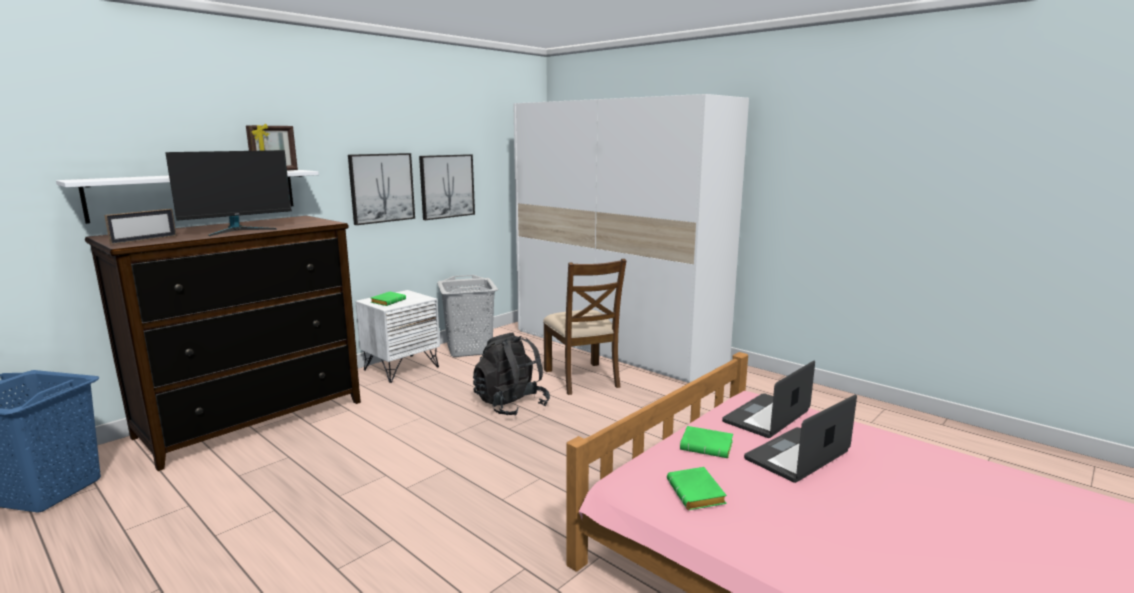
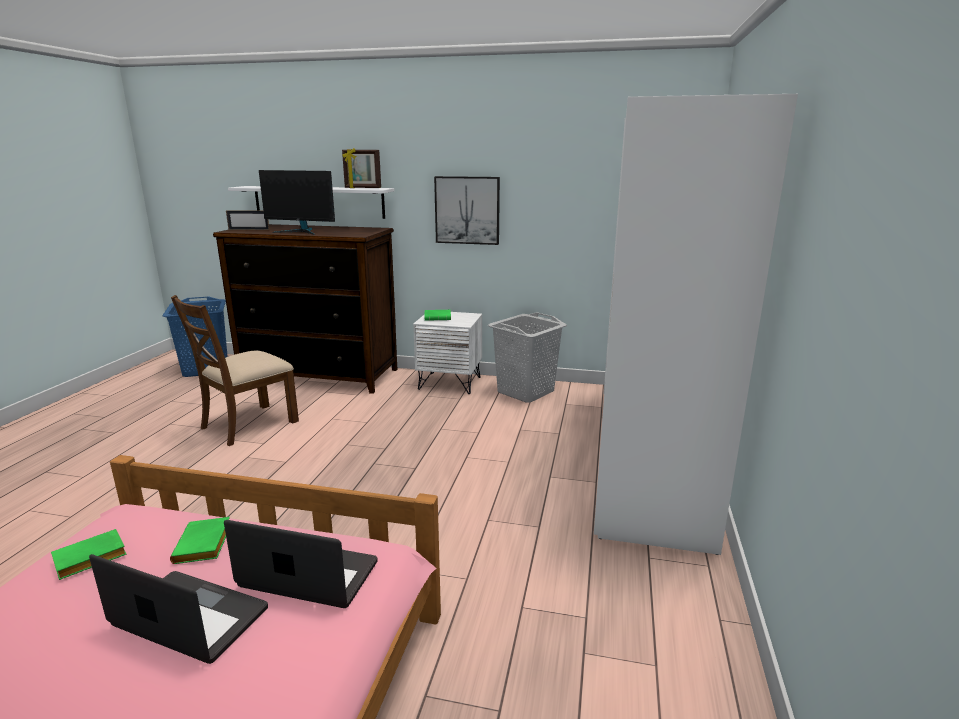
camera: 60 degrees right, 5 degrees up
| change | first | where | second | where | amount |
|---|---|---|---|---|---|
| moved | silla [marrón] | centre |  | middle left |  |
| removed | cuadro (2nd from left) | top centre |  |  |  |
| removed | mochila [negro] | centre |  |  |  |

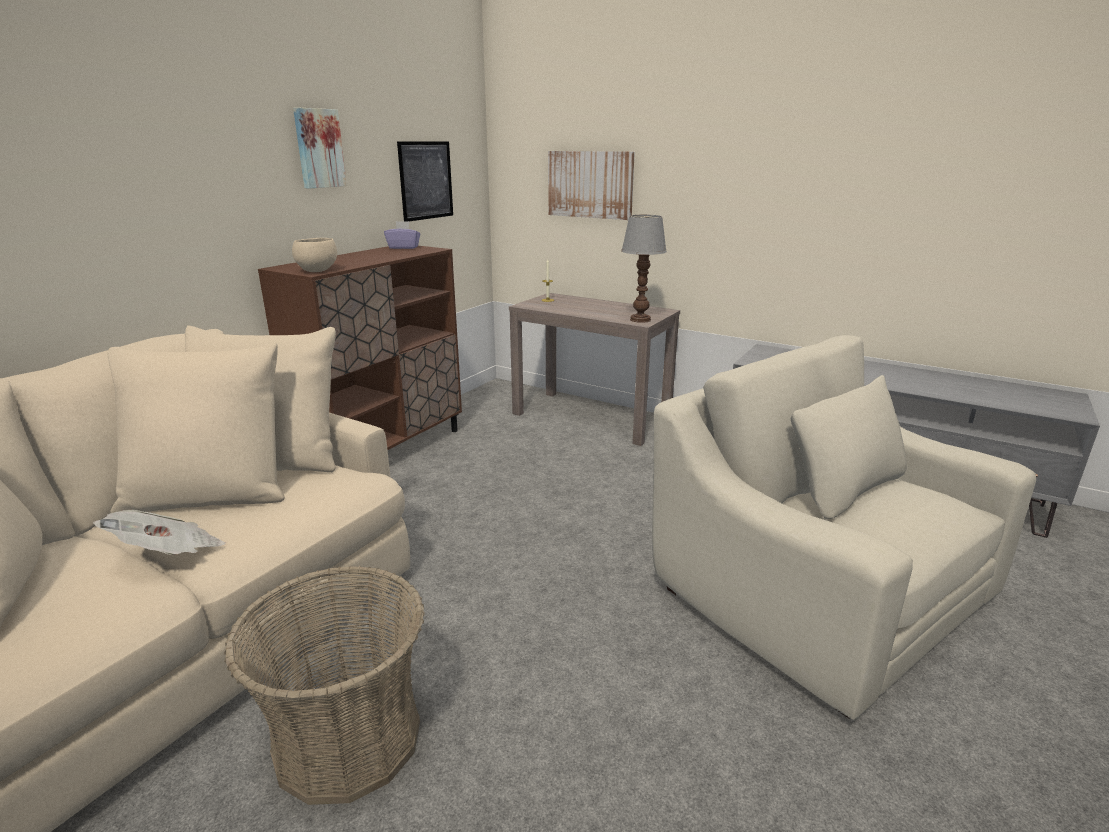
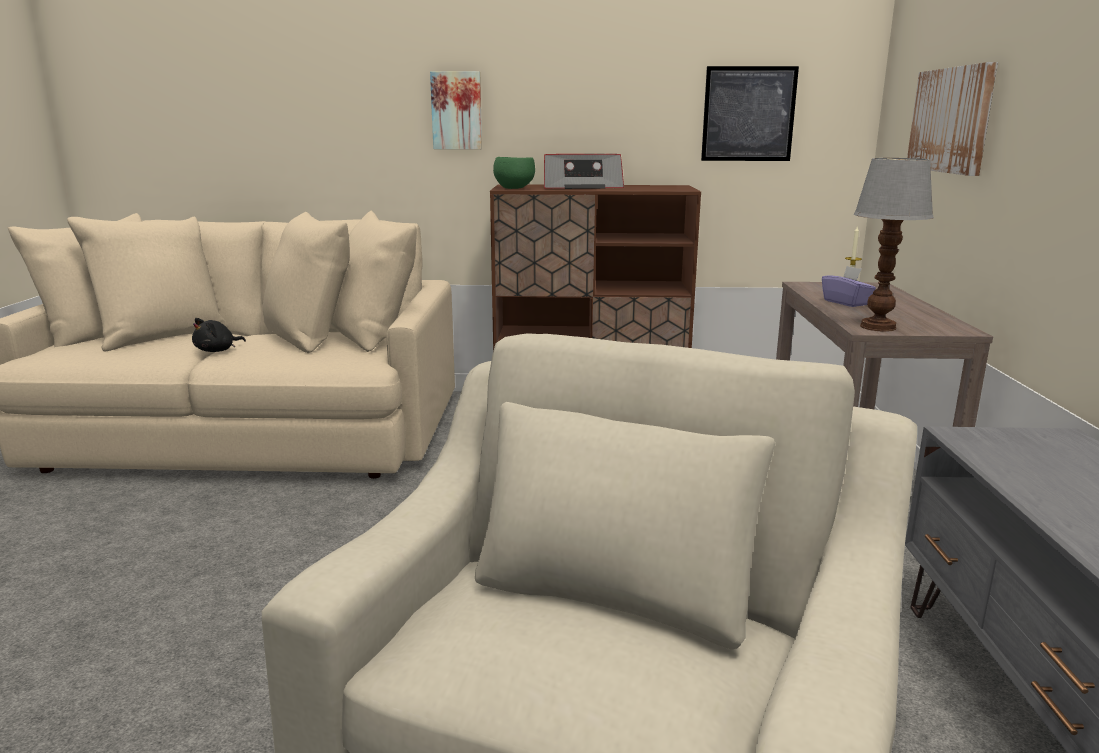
camera: 60 degrees right, 5 degrees down
| change | first | where | second | where | amount |
|---|---|---|---|---|---|
| replaced | periódico | middle left | peluche [negro] | middle left |  |
| moved | cuadro (1st from left) | top left |  | top centre |  |
| recoloured | cuenco [beis] | top left | cuenco [verde] | top centre |  |
| added |  |  | radio | top centre |  |
| moved | caja de pañuelos [morado] | top centre |  | middle right |  |
| removed | cesta | bottom left |  |  |  |

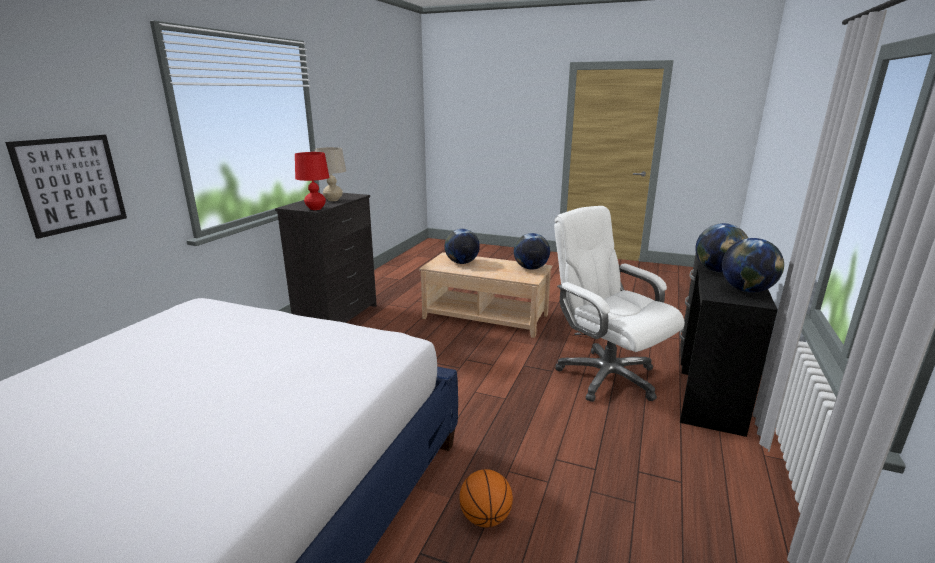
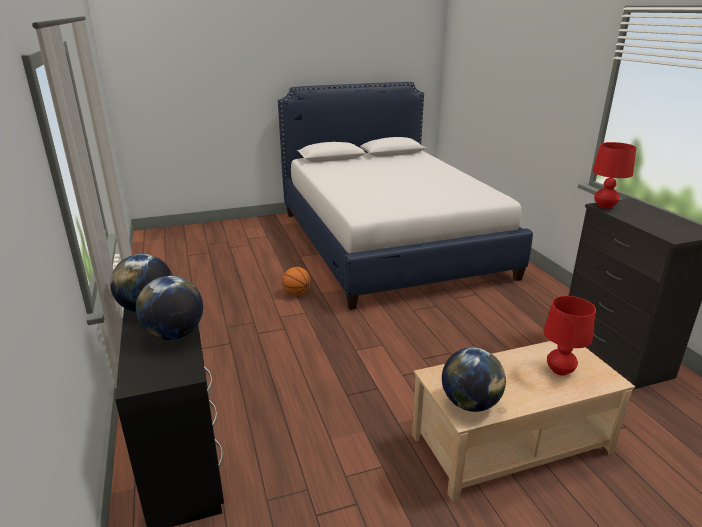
camera: 140 degrees right, 5 degrees up
| change | first | where | second | where | amount |
|---|---|---|---|---|---|
| replaced | globo terráqueo (1st from left) | centre | lámpara de mesa [rojo] (1st from left) | middle right |  |
| removed | cuadro | top left |  |  |  |
| removed | lámpara de mesa [beis] | top centre |  |  |  |
| removed | silla de oficina [blanco] | centre |  |  |  |

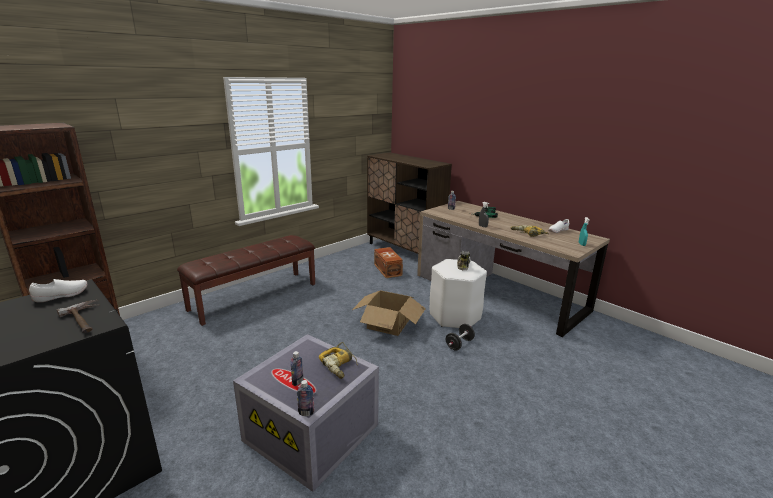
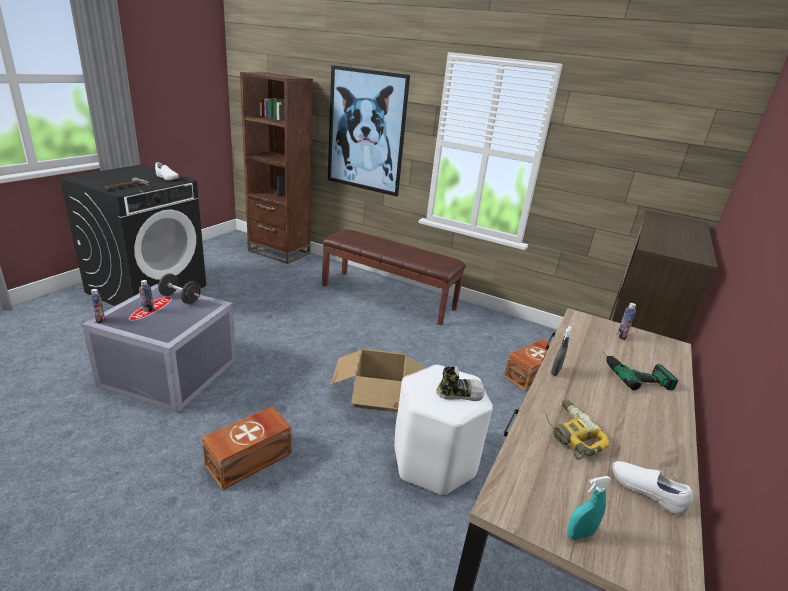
camera: 70 degrees right, 5 degrees up
| change | first | where | second | where | amount |
|---|---|---|---|---|---|
| moved | mancuerna [negro] | bottom centre |  | middle left |  |
| added |  |  | caja de almacenaje [marrón] (1st from left) | bottom left |  |
| added |  |  | cuadro | top centre |  |
| removed | taladro (1st from left) | bottom centre |  |  |  |

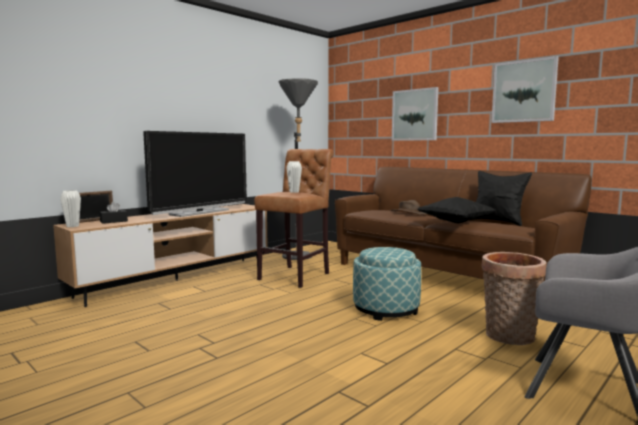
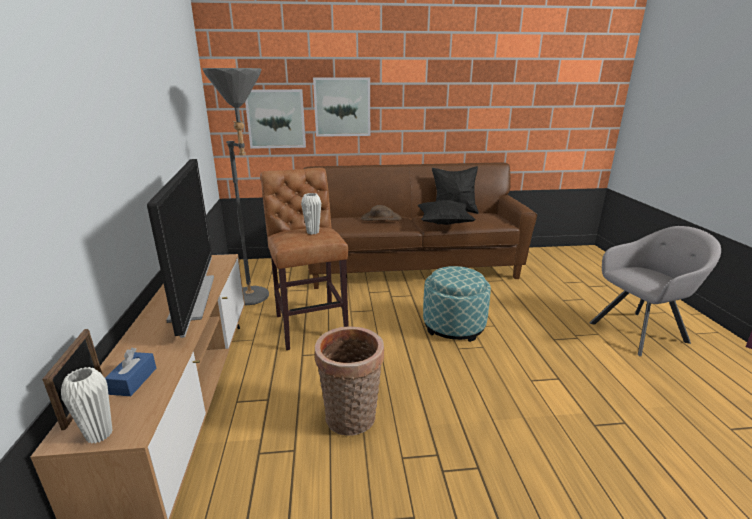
camera: 50 degrees left, 15 degrees up
| change | first | where | second | where | amount |
|---|---|---|---|---|---|
| recoloured | caja de pañuelos [negro] | middle left | caja de pañuelos [azul] | bottom left |  |
| moved | cuadro (2nd from left in the first image) | top right | cuadro (1st from left) | top centre |  |
| moved | cesta | bottom right |  | bottom centre |  |

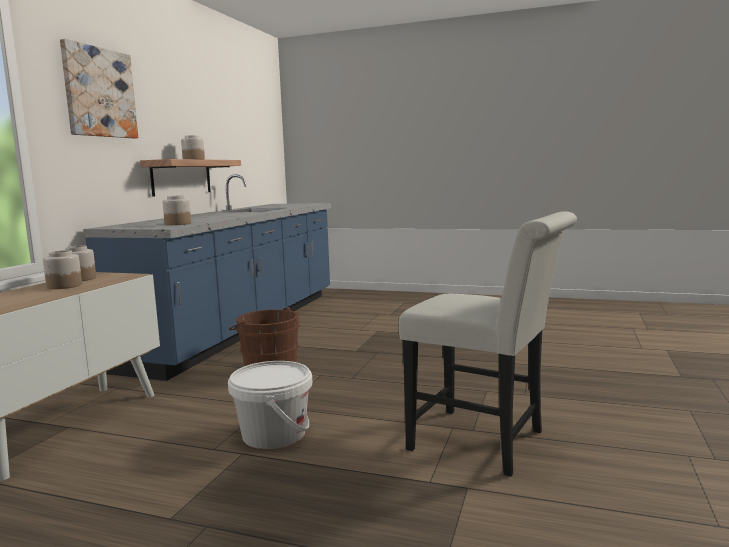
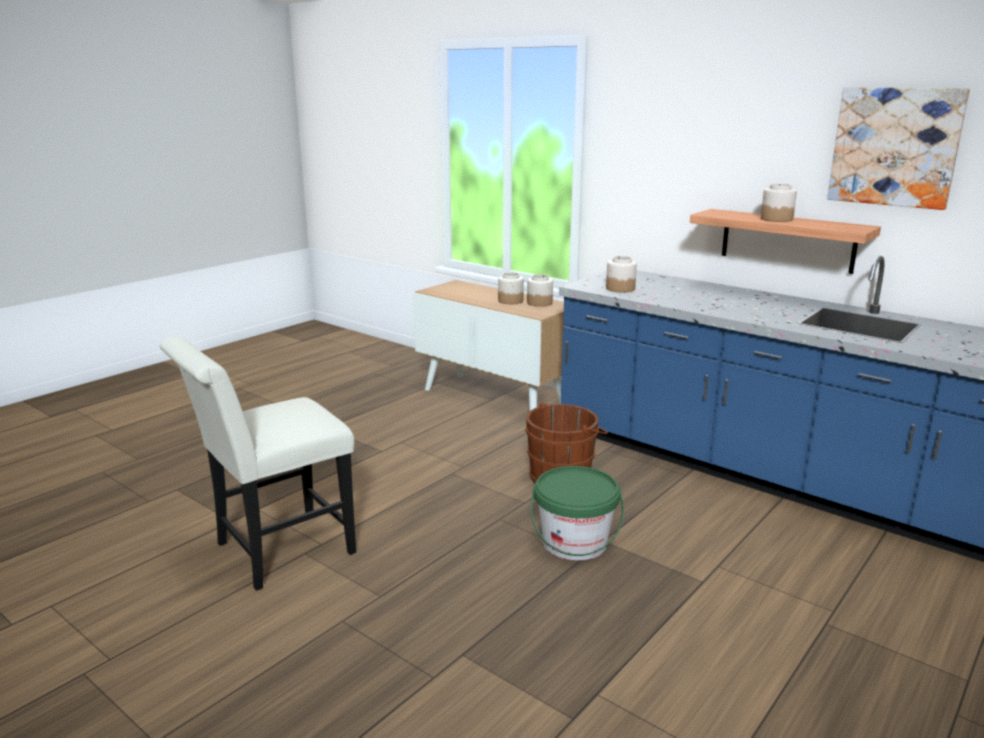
camera: 110 degrees right, 10 degrees up
| change | first | where | second | where | amount |
|---|---|---|---|---|---|
| added |  |  | cubo [verde] | bottom centre |  |
| moved | cuadro | top left |  | top right |  |
| removed | cubo [blanco] | bottom centre |  |  |  |

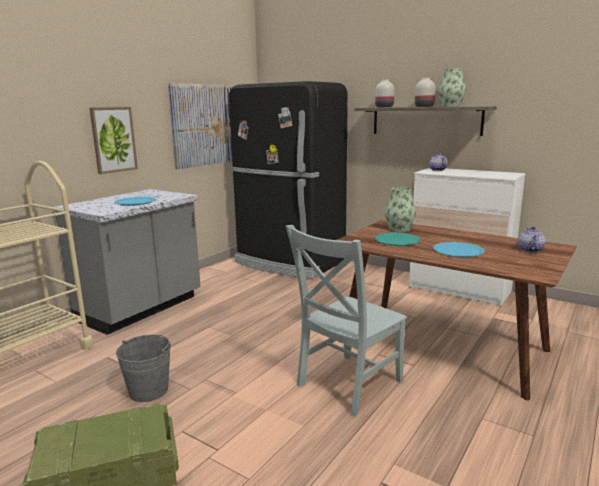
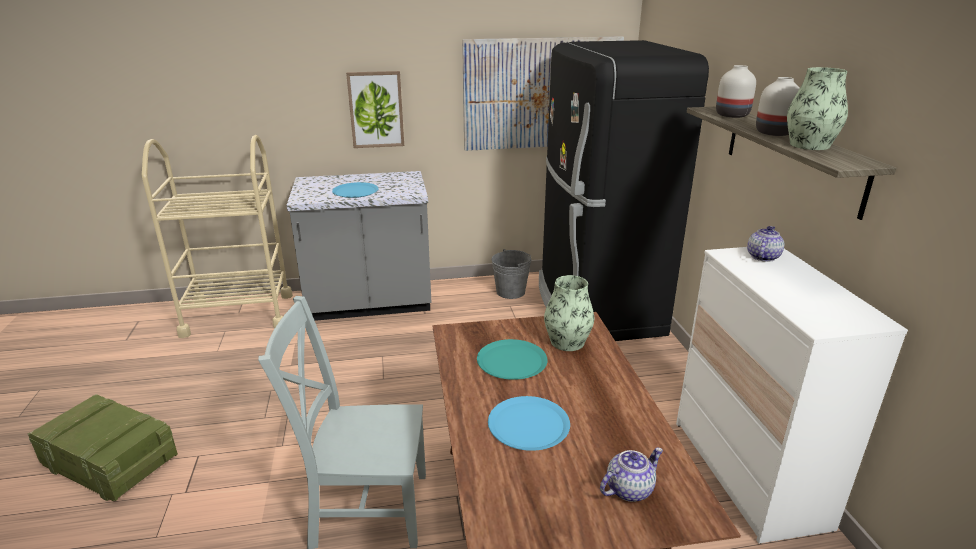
camera: 45 degrees right, 10 degrees up
| change | first | where | second | where | amount |
|---|---|---|---|---|---|
| moved | cubo [gris] | bottom left |  | centre |  |

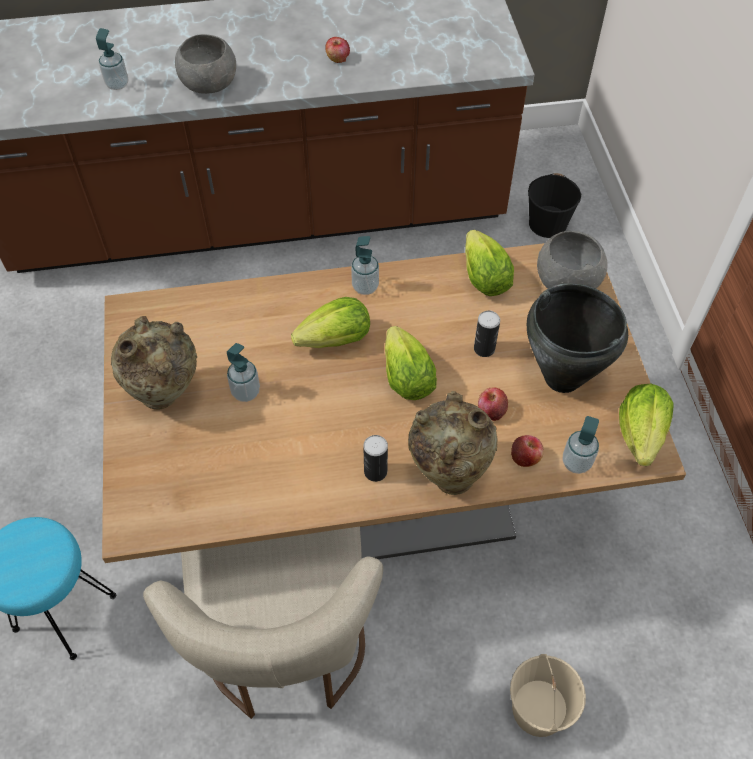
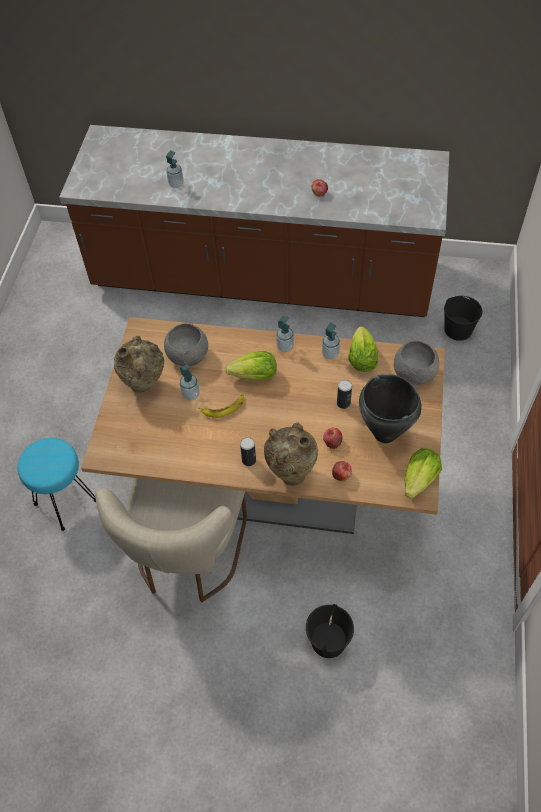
camera: 20 degrees right, 0 degrees up
| change | first | where | second | where | amount |
|---|---|---|---|---|---|
| moved | cuenco [gris] (1st from left) | top left |  | centre |  |
| added |  |  | plátano | centre |  |
| recoloured | cubo [beis] | bottom right | cubo [negro] (1st from left) | bottom centre |  |
| moved | dispensador de jabón (4th from left) | middle right |  | centre |  |
| removed | lechuga (2nd from left) | centre |  |  |  |

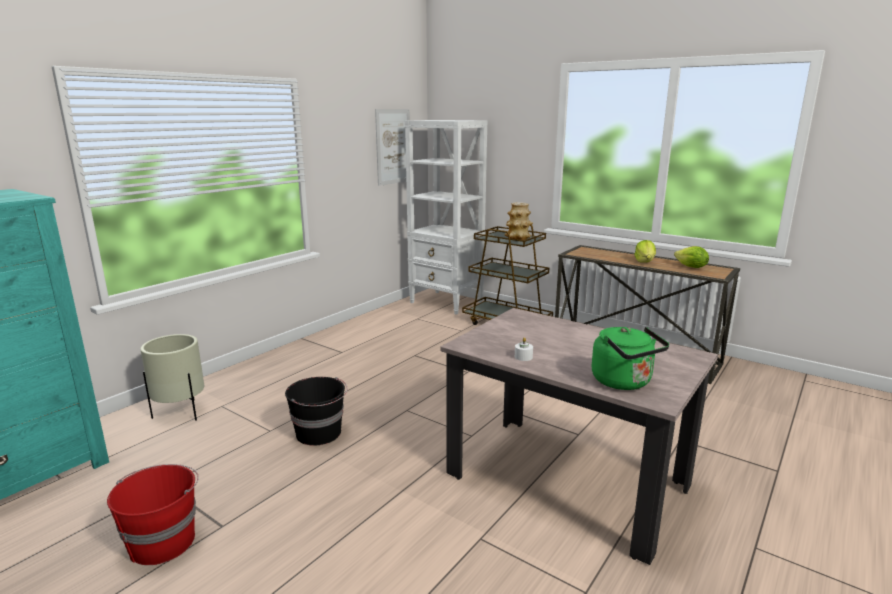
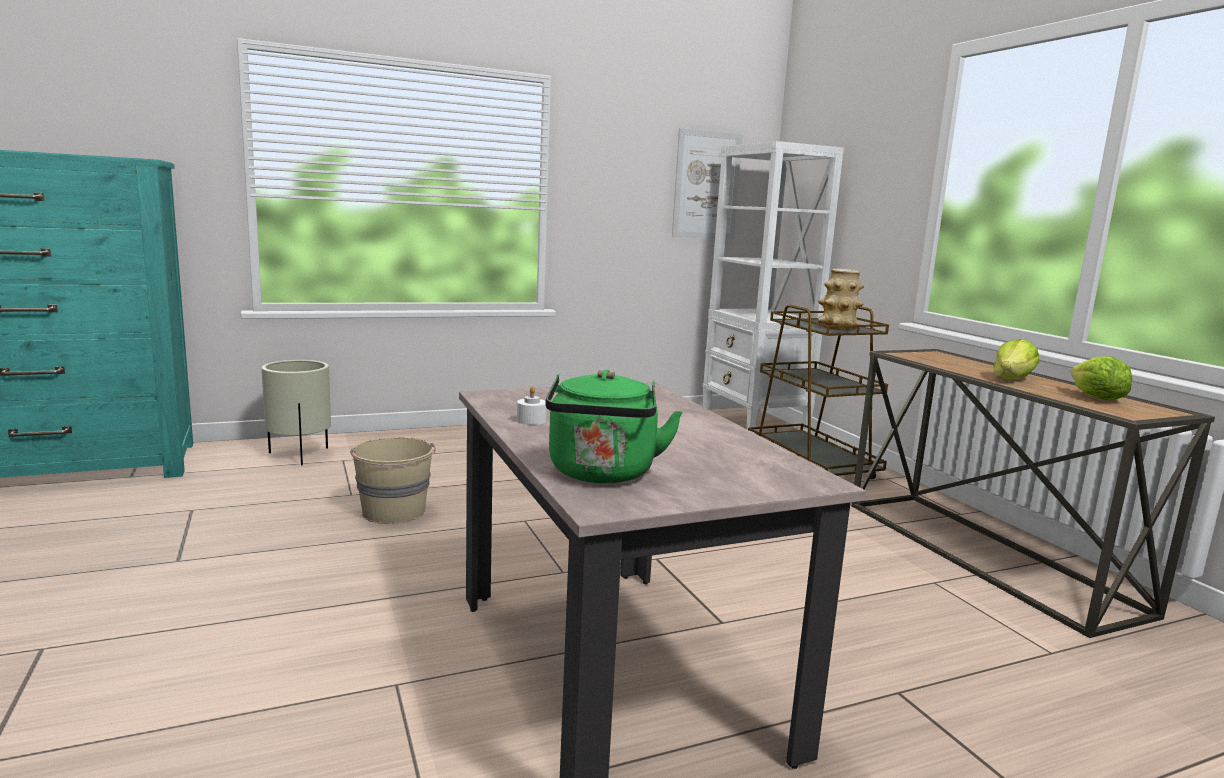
camera: 30 degrees right, 5 degrees down
| change | first | where | second | where | amount |
|---|---|---|---|---|---|
| recoloured | cubo [negro] | bottom centre | cubo [beis] | middle left |  |
| removed | cubo [rojo] | bottom left |  |  |  |

